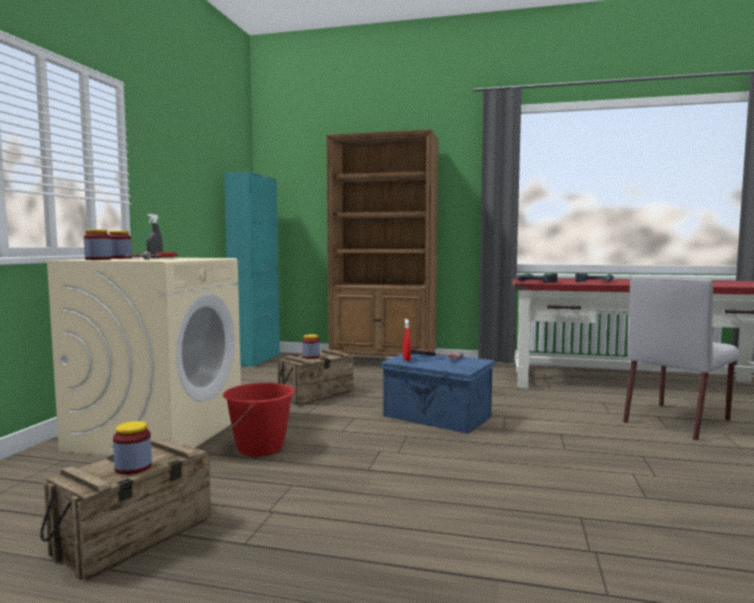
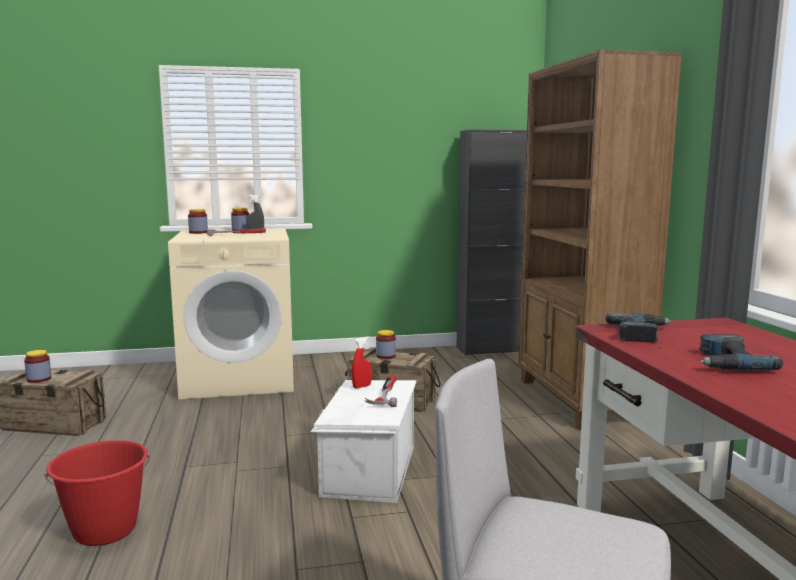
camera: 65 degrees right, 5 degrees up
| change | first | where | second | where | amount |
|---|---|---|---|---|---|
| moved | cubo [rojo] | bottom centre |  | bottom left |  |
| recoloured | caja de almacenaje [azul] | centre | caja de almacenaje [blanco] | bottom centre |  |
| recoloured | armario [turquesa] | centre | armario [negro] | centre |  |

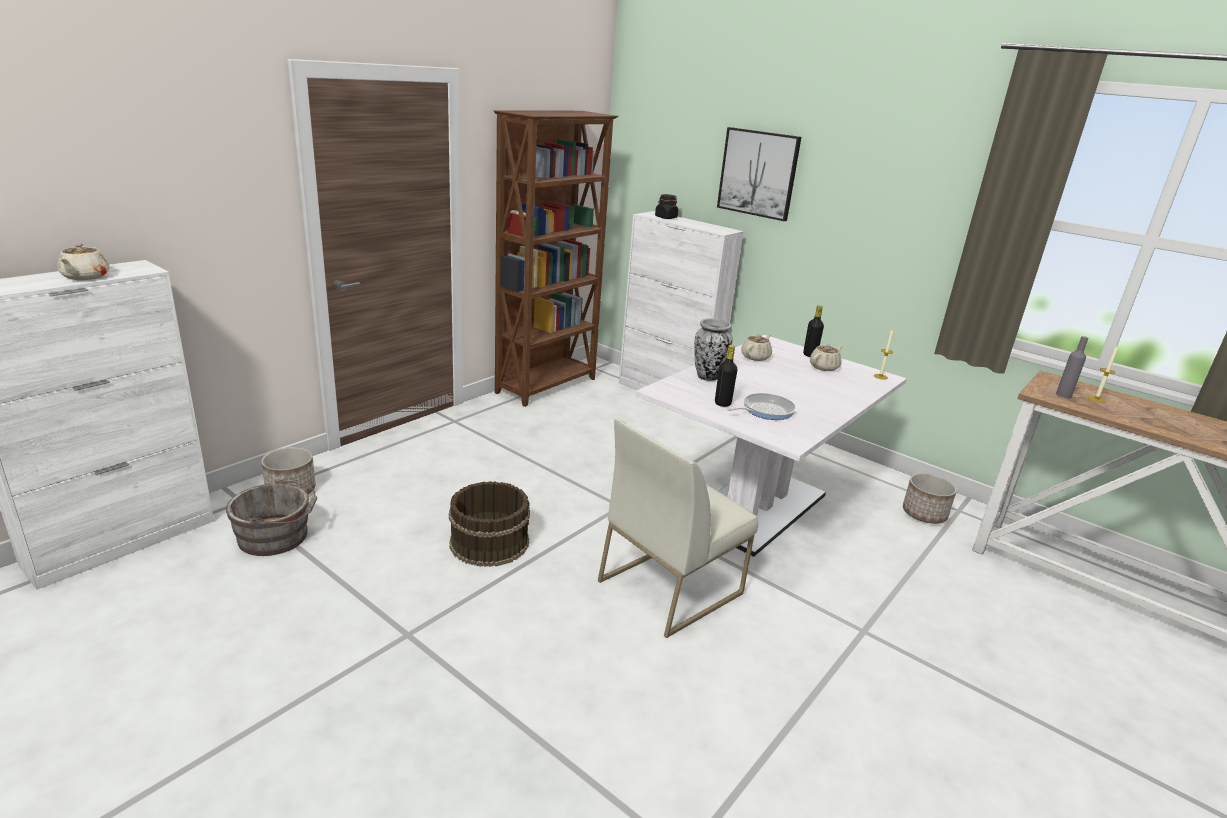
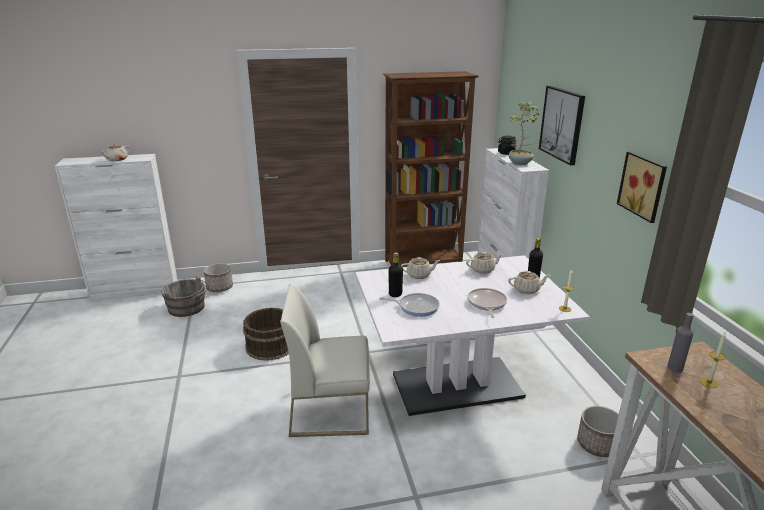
camera: 40 degrees right, 0 degrees up
| change | first | where | second | where | amount |
|---|---|---|---|---|---|
| replaced | florero | centre | tetera [beis] (2nd from left) | centre |  |
| added |  |  | sartén (2nd from left) | centre |  |
| added |  |  | planta en maceta | top right |  |
| added |  |  | cuadro (2nd from left) | middle right |  |

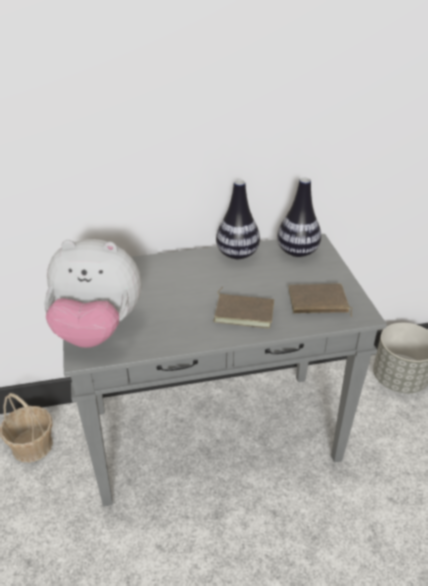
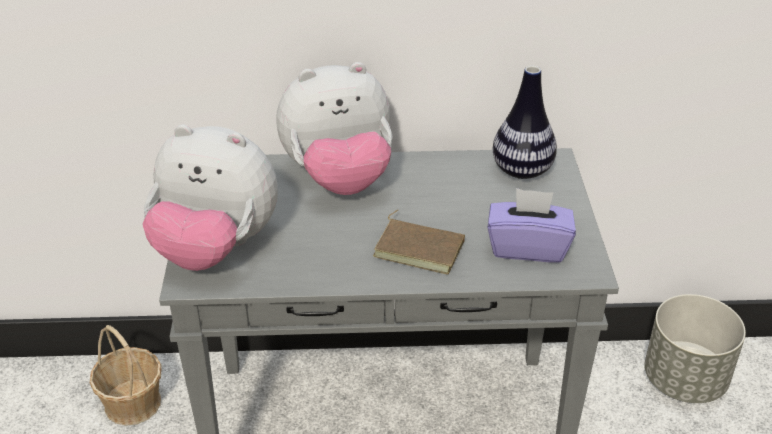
camera: 10 degrees right, 0 degrees up
| change | first | where | second | where | amount |
|---|---|---|---|---|---|
| added |  |  | peluche (2nd from left) | top centre |  |
| replaced | libro [marrón] (2nd from left) | middle right | caja de pañuelos [morado] | middle right |  |
| removed | florero (1st from left) | centre |  |  |  |

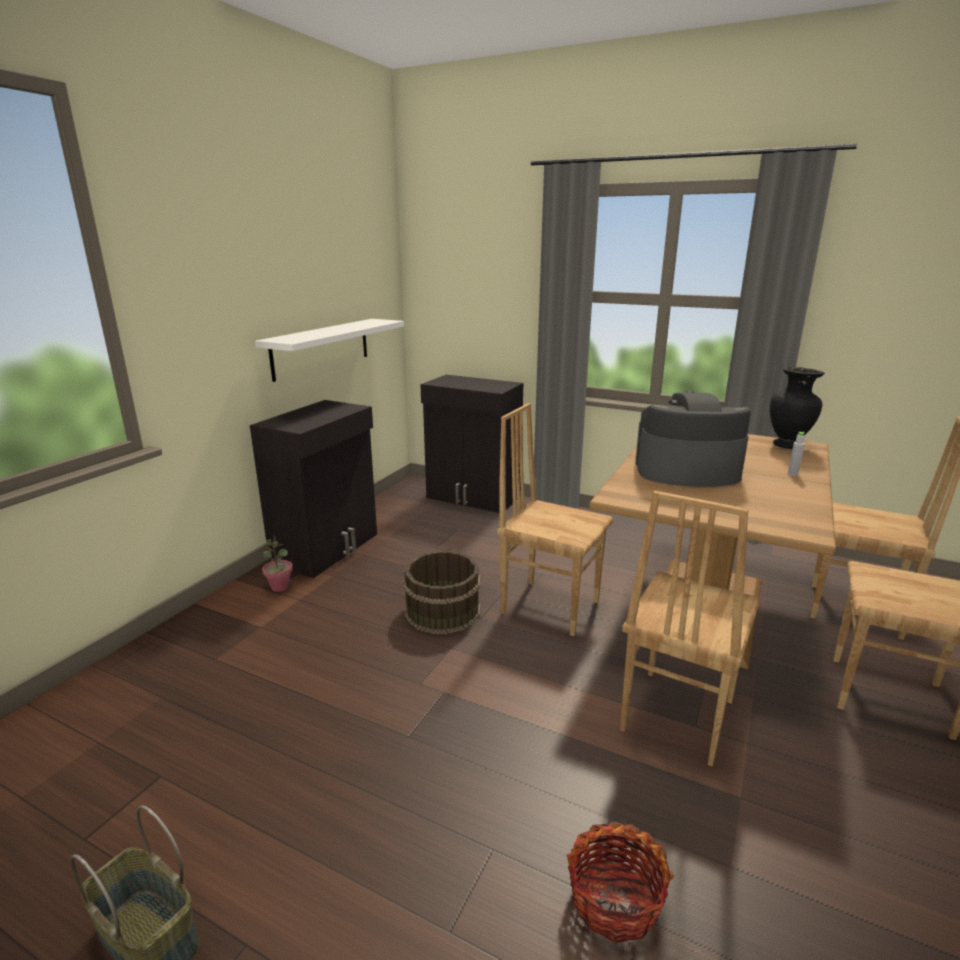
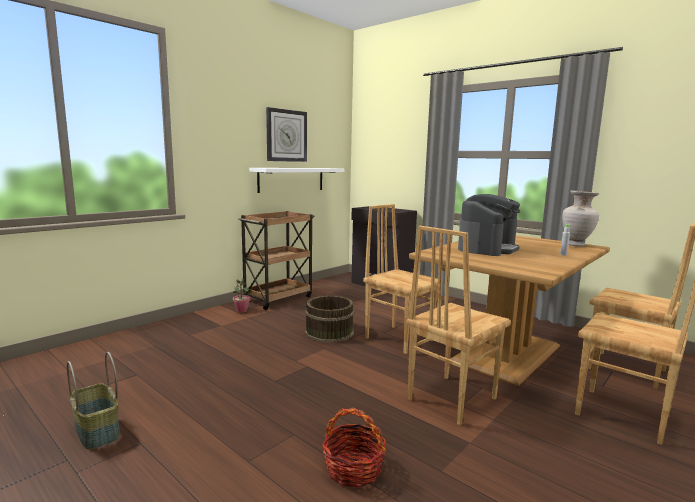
camera: 15 degrees right, 10 degrees down
| change | first | where | second | where | amount |
|---|---|---|---|---|---|
| replaced | armario [negro] (1st from left) | middle left | carrito [marrón] | centre |  |
| added |  |  | reloj de pared | top centre |  |
| turned | cafetera | middle right |  | middle right | 105 degrees clockwise |
| recoloured | florero [negro] | middle right | florero [beis] | middle right |  |

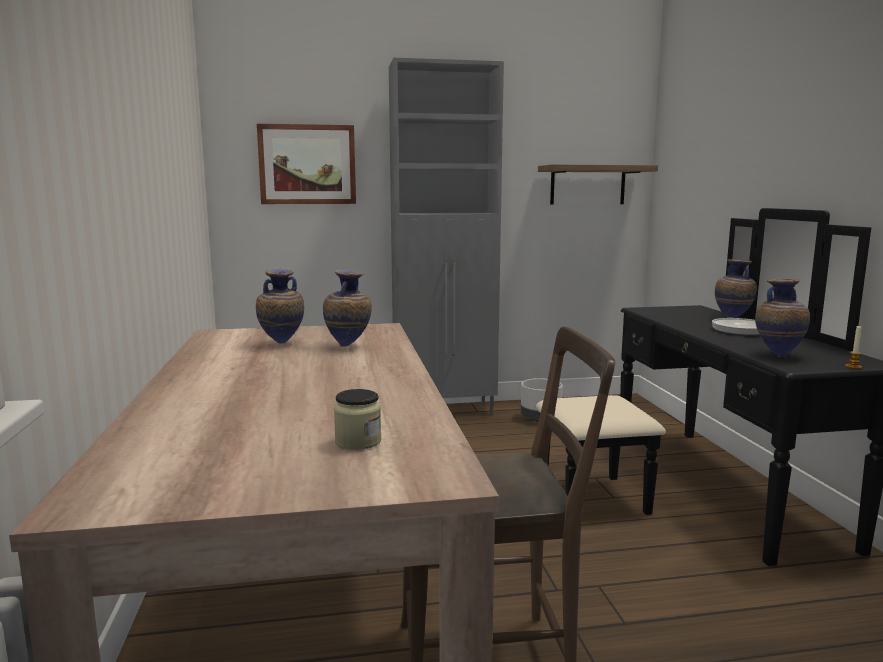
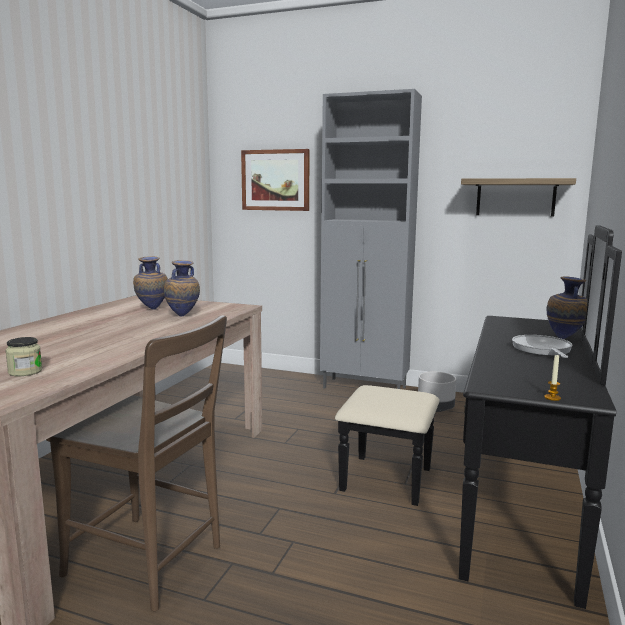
camera: 30 degrees right, 0 degrees up
| change | first | where | second | where | amount |
|---|---|---|---|---|---|
| removed | florero (4th from left) | middle right |  |  |  |

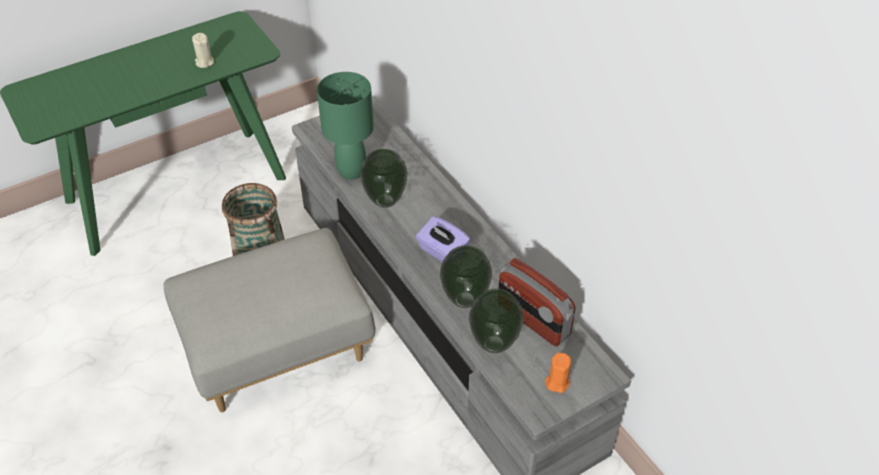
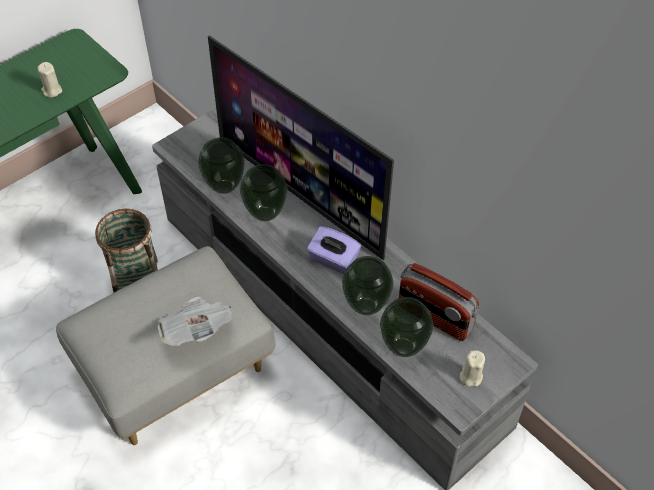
camera: 10 degrees left, 5 degrees up
| change | first | where | second | where | amount |
|---|---|---|---|---|---|
| added |  |  | periódico | middle left |  |
| replaced | lámpara de mesa [verde] | top centre | florero (1st from left) | centre |  |
| added |  |  | televisor | top centre |  |
| recoloured | vela [naranja] | bottom centre | vela [beis] (2nd from left) | bottom right |  |

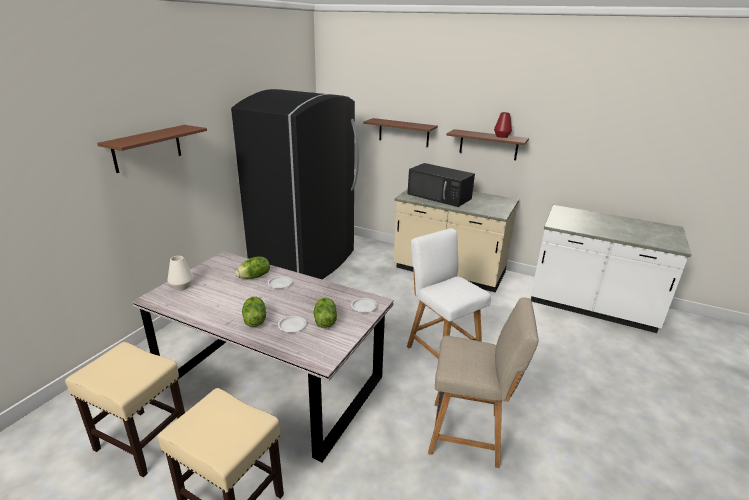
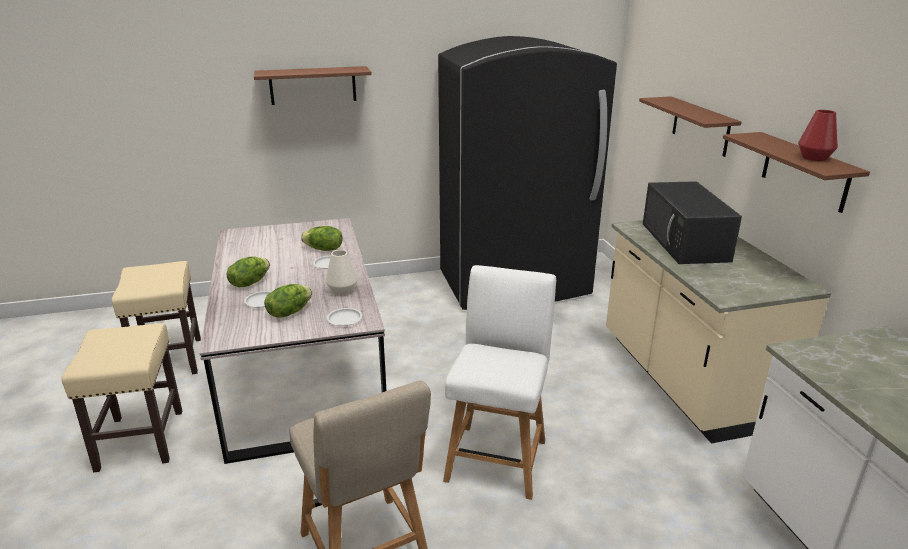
camera: 50 degrees right, 0 degrees up
| change | first | where | second | where | amount |
|---|---|---|---|---|---|
| moved | florero [blanco] | middle left |  | centre |  |

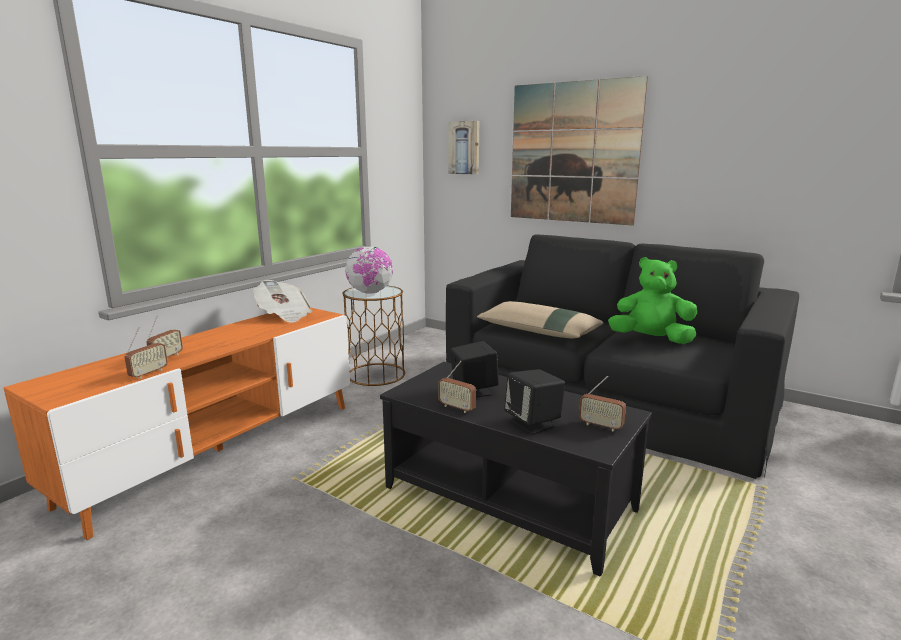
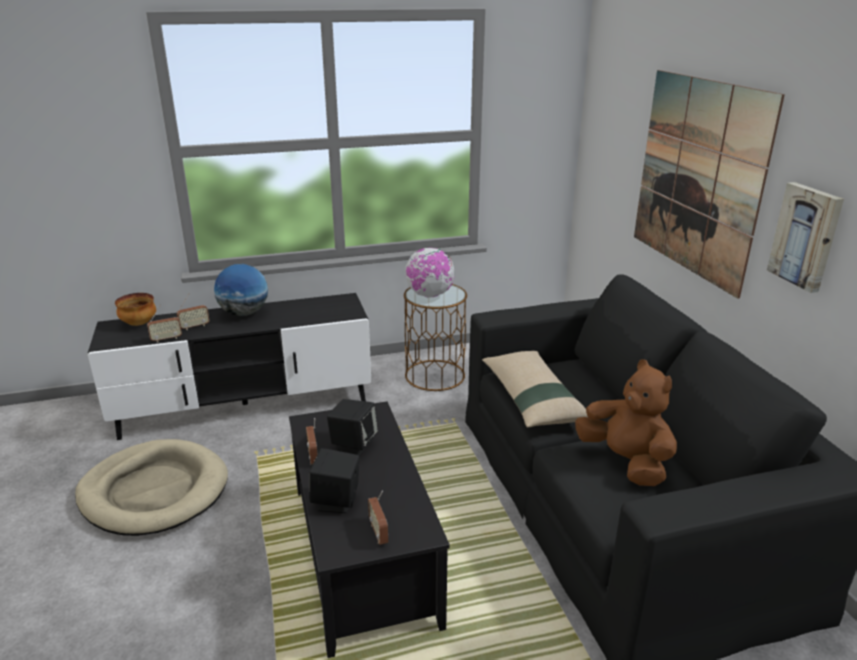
camera: 40 degrees right, 10 degrees up
| change | first | where | second | where | amount |
|---|---|---|---|---|---|
| added |  |  | cama para perro [beis] | bottom left |  |
| recoloured | mueble de televisión [naranja] | middle left | mueble de televisión [negro] | middle left |  |
| added |  |  | cuenco | middle left |  |
| added |  |  | globo terráqueo (1st from left) | middle left |  |
| recoloured | peluche [verde] | middle right | peluche [marrón] | middle right |  |
| moved | cuadro (1st from left in the first image) | top centre | cuadro (2nd from left) | middle right |  |
| removed | periódico | middle left |  |  |  |

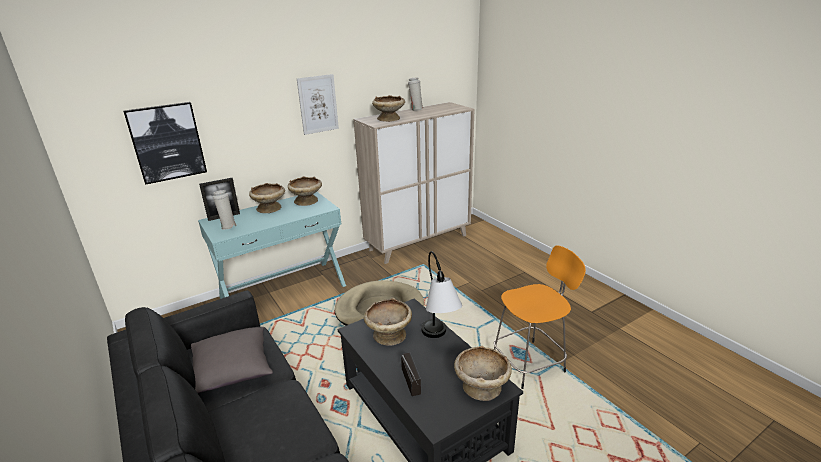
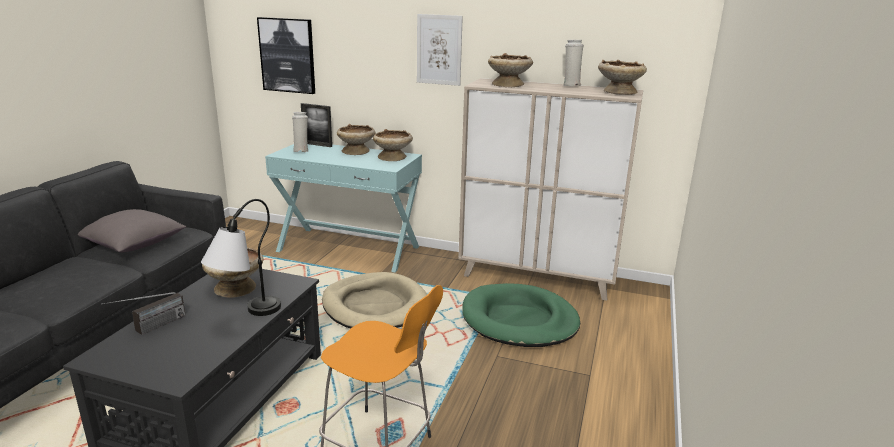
camera: 50 degrees right, 5 degrees down
| change | first | where | second | where | amount |
|---|---|---|---|---|---|
| added |  |  | cama para perro [verde] | bottom centre |  |
| moved | cuenco [beis] (5th from left) | bottom centre |  | top right |  |

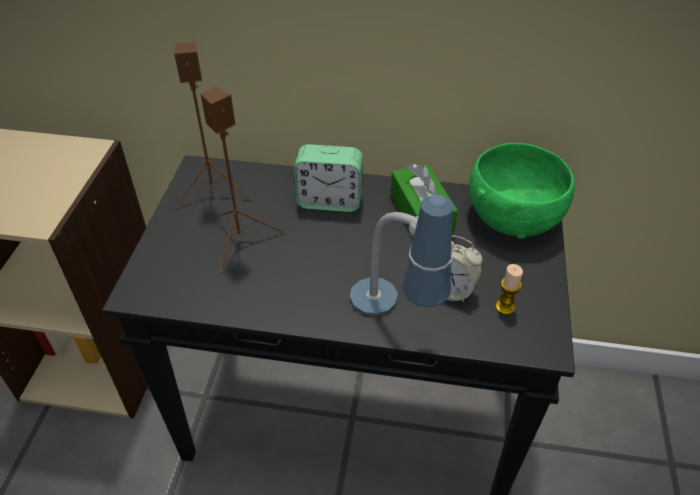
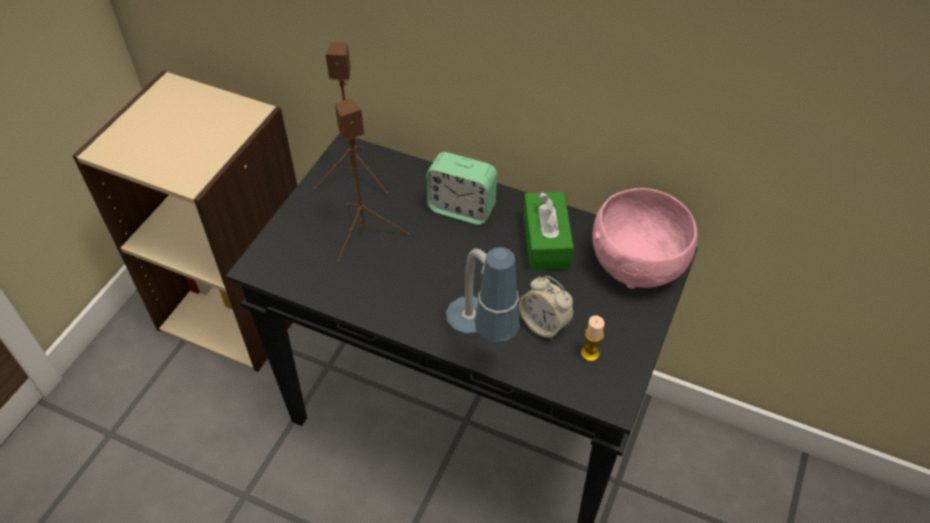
camera: 15 degrees right, 5 degrees up
| change | first | where | second | where | amount |
|---|---|---|---|---|---|
| recoloured | cuenco [verde] | middle right | cuenco [rosa] | middle right |  |

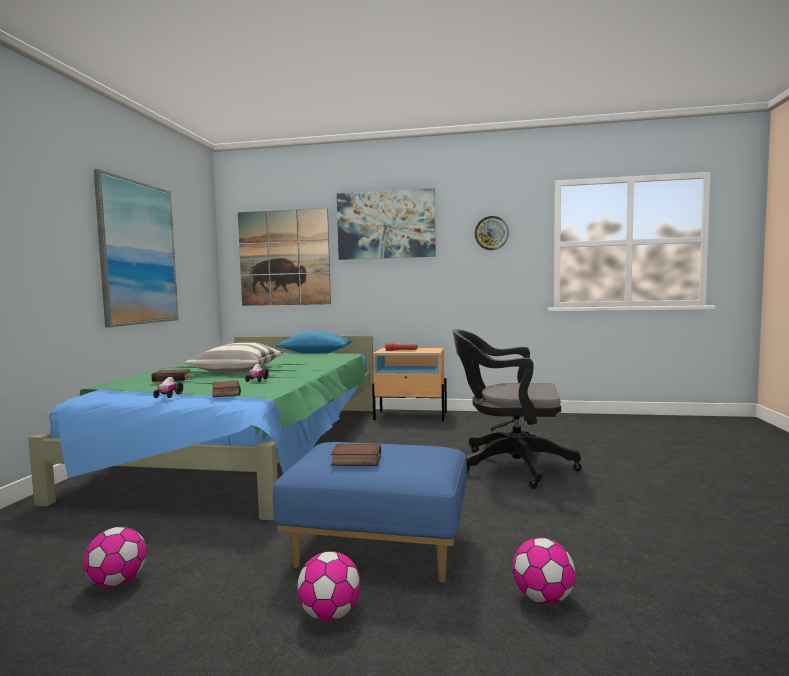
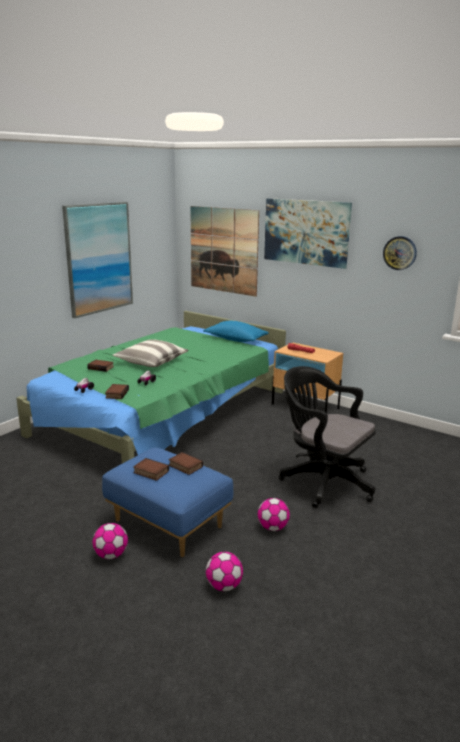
camera: 25 degrees right, 15 degrees up
| change | first | where | second | where | amount |
|---|---|---|---|---|---|
| added |  |  | libro (4th from left) | centre |  |
| moved | balón de fútbol (1st from left in the first image) | bottom left | balón de fútbol (3rd from left) | bottom centre |  |

